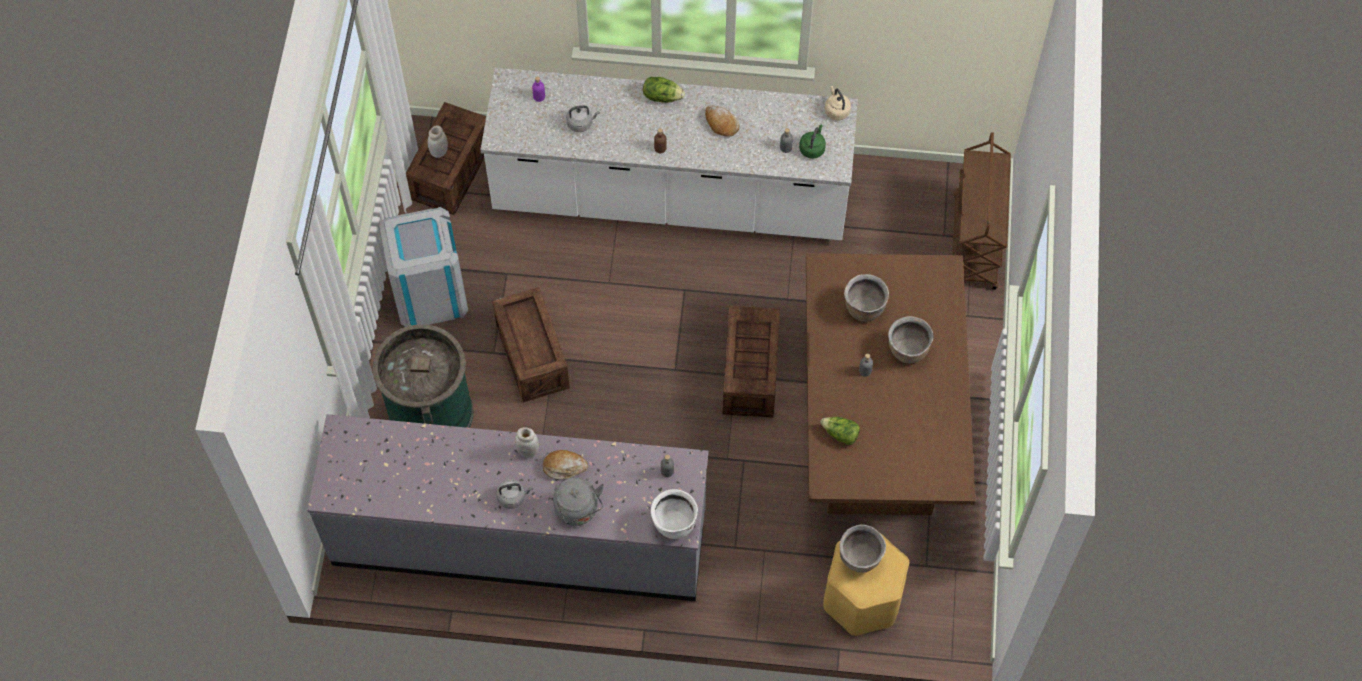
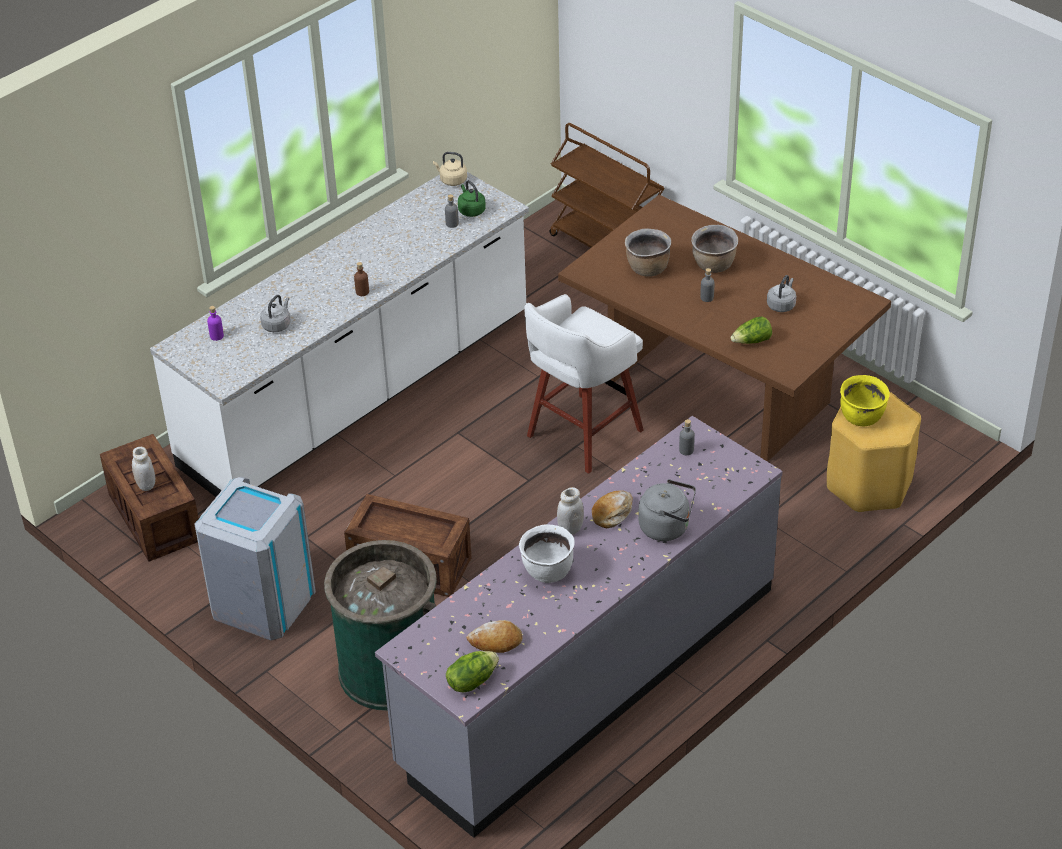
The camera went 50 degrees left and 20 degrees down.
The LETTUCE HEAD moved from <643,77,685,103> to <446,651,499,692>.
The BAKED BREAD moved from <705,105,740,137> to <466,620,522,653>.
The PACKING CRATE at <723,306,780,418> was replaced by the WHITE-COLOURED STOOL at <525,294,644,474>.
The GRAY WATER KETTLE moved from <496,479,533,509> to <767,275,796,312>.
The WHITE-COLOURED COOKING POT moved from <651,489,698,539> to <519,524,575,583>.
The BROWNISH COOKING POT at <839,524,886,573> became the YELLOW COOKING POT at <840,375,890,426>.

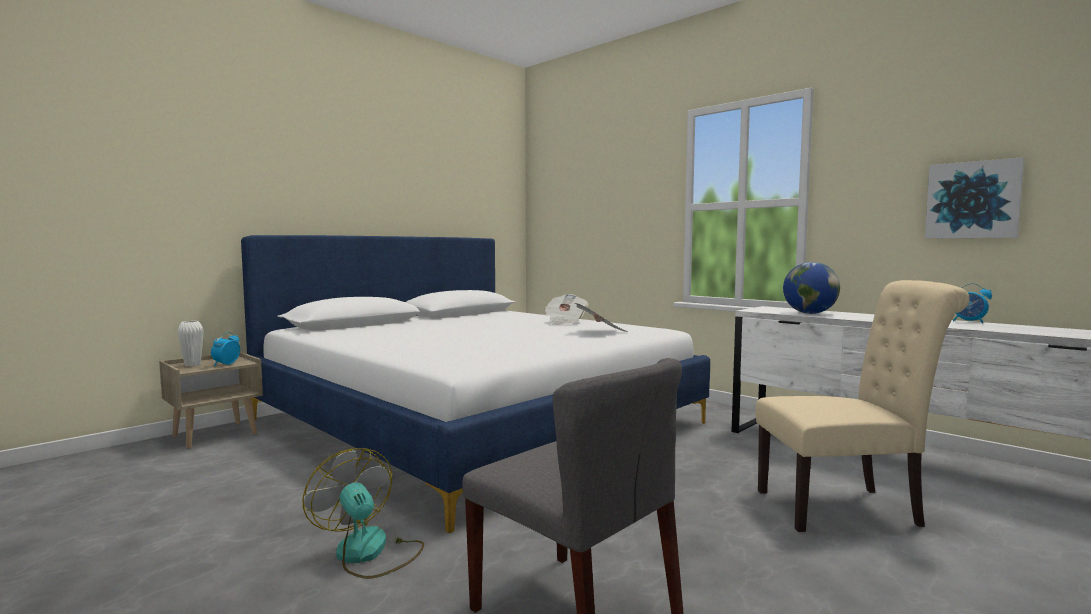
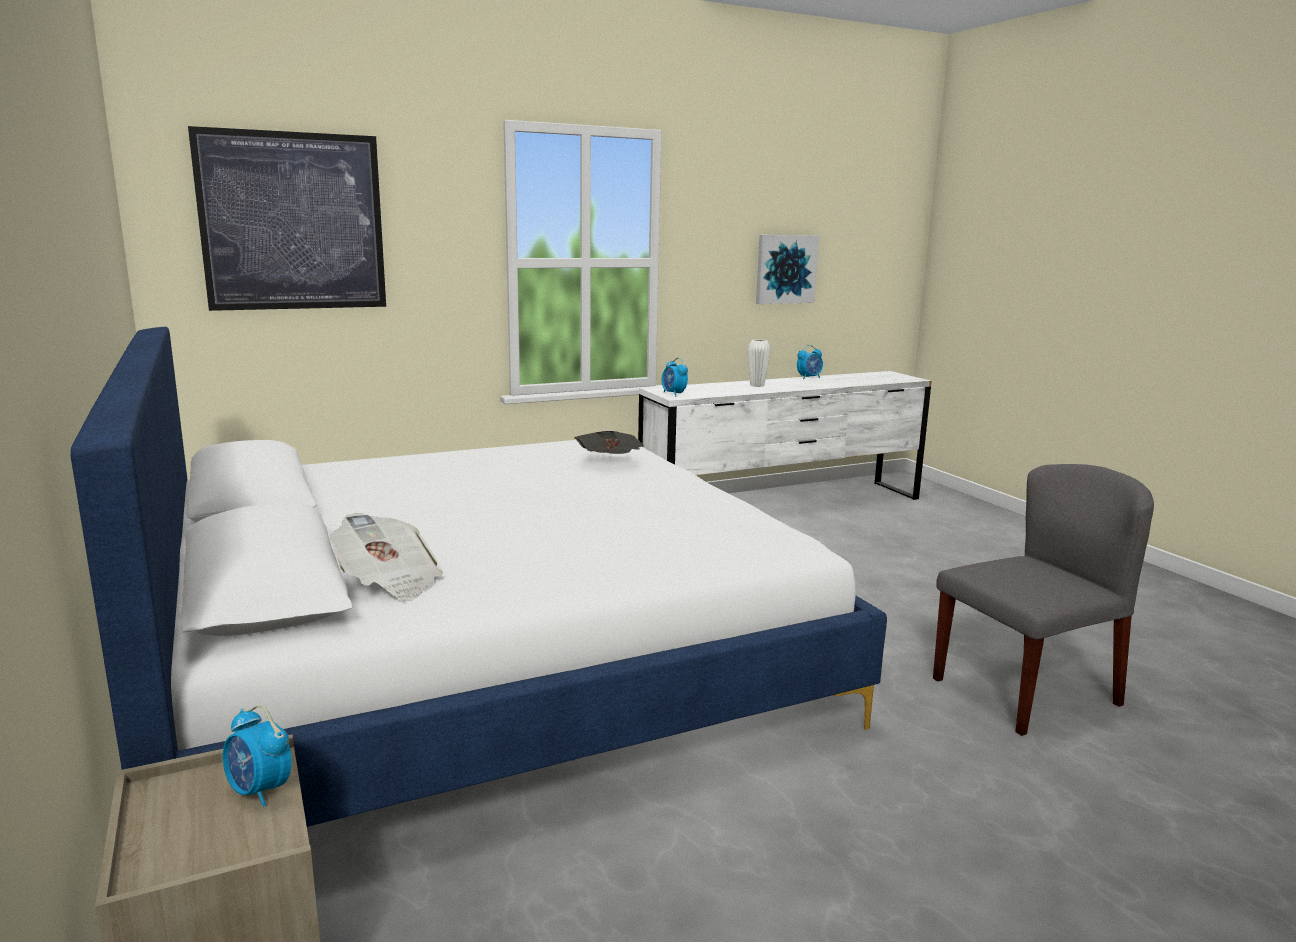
The camera went 70 degrees left and 10 degrees up.
The WORLD GLOBE at <783,262,840,314> disappeared.
The BEIGE-COLOURED CHAIR at <755,280,970,532> disappeared.
The NEWSPAPER moved from <544,294,589,325> to <329,513,443,601>.
The WHITE-COLOURED VASE moved from <177,321,204,367> to <747,339,771,387>.
The ELECTRIC FAN at <302,449,424,579> disappeared.
The PICTURE at <188,126,386,311> appeared.
The TABLE CLOCK at <662,357,688,396> appeared.

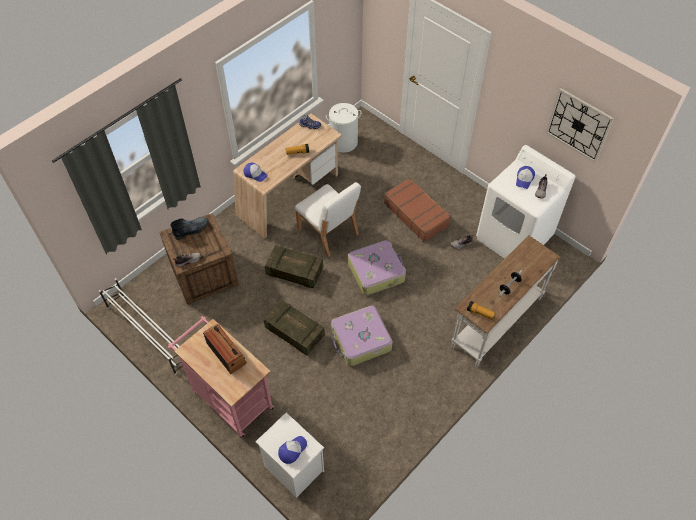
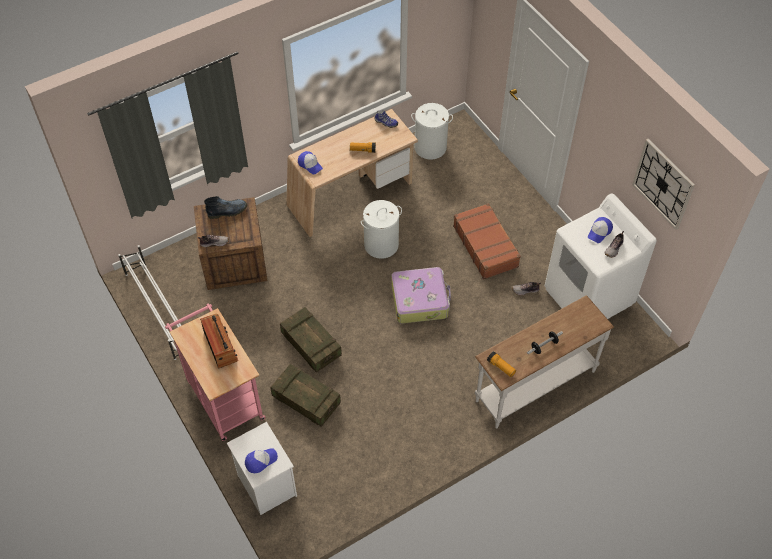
The camera went 15 degrees right and 0 degrees up.
The WHITE-COLOURED CHAIR at <295,182,361,257> was replaced by the WHITE-COLOURED LAUNDRY BASKET at <361,200,402,259>.
The PACKING CRATE moved from <265,245,323,288> to <270,364,341,427>.
The SUITCASE at <331,305,393,366> disappeared.

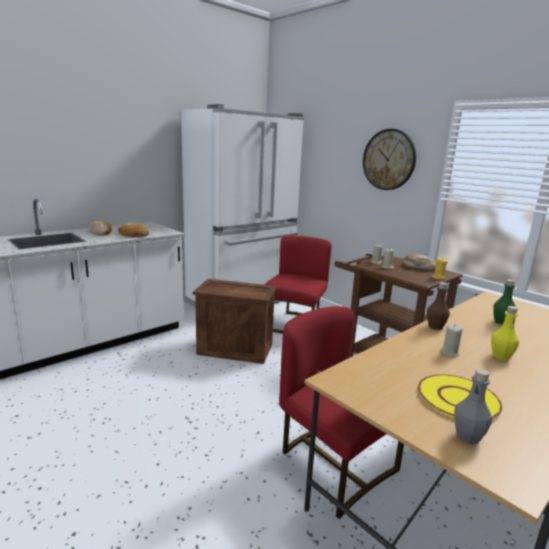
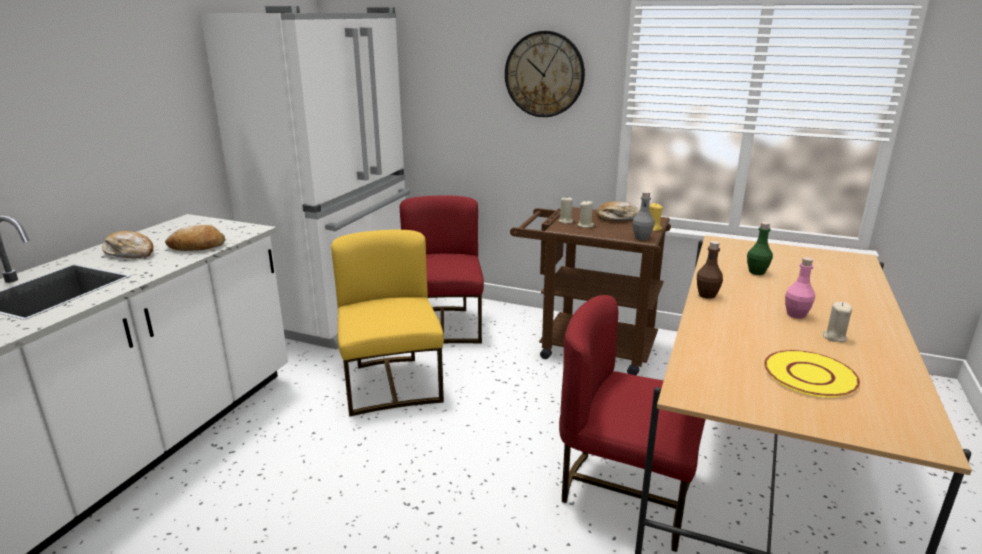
The camera went 25 degrees left and 5 degrees up.
The PACKING CRATE at <193,279,277,364> was replaced by the YELLOW CHAIR at <331,230,444,417>.
The YELLOW BOTTLE at <491,306,519,361> became the PINK BOTTLE at <785,257,815,319>.
The BEIGE-COLOURED WAX LIGHT moved from <440,324,463,357> to <823,302,852,342>.
The GRAY BOTTLE moved from <455,369,492,444> to <632,191,655,240>.

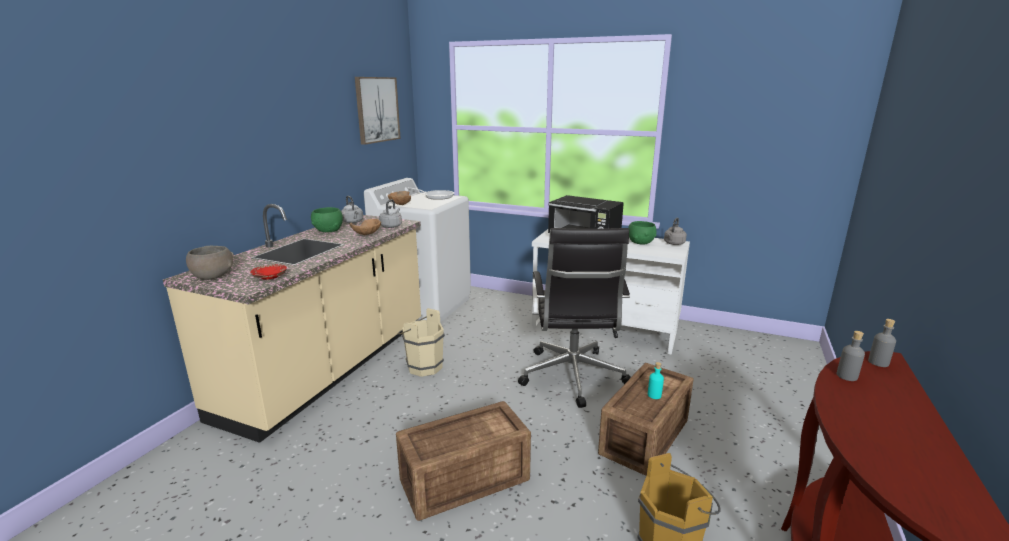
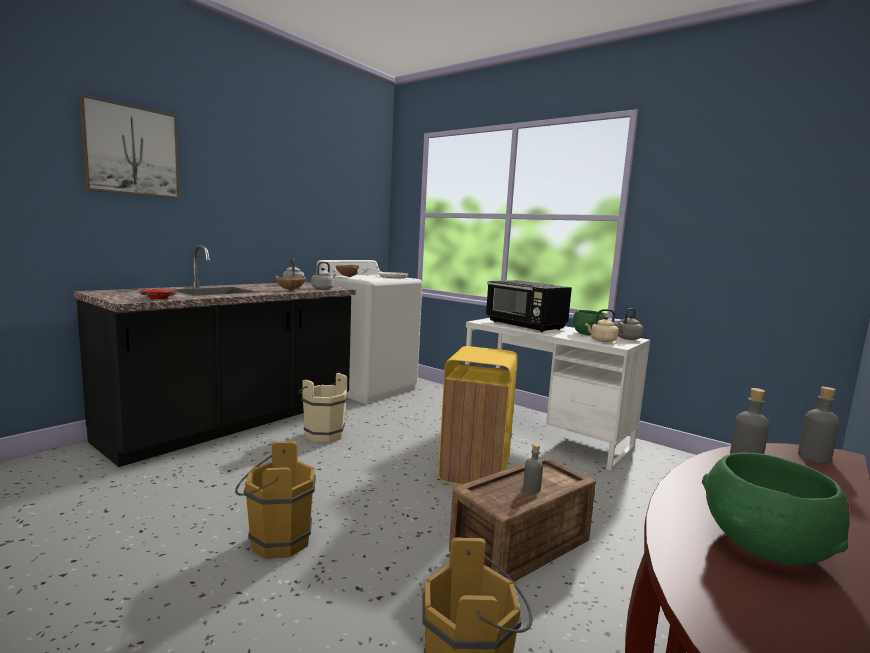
The camera went 15 degrees right and 10 degrees down.
The PICTURE moved from <355,77,401,145> to <79,94,180,199>.
The BEIGE-COLOURED KITCHEN BASE UNIT at <163,204,421,443> became the BLACKISH KITCHEN BASE UNIT at <74,245,356,467>.
The GREEN-COLOURED DEEP DISH moved from <311,207,343,232> to <702,452,850,565>.
The BLACKISH OFFICE CHAIR at <518,228,631,408> was replaced by the YELLOW RUBBISH BIN at <439,346,518,485>.
The GRAY DEEP DISH at <186,246,234,280> disappeared.
The TURQUOISE BOTTLE at <648,362,664,399> became the GRAY BOTTLE at <523,444,543,493>.
The PACKING CRATE at <396,401,531,521> was replaced by the BROWNISH BUCKET at <235,441,316,559>.
The BEIGE-COLOURED WATER KETTLE at <585,309,619,342> appeared.

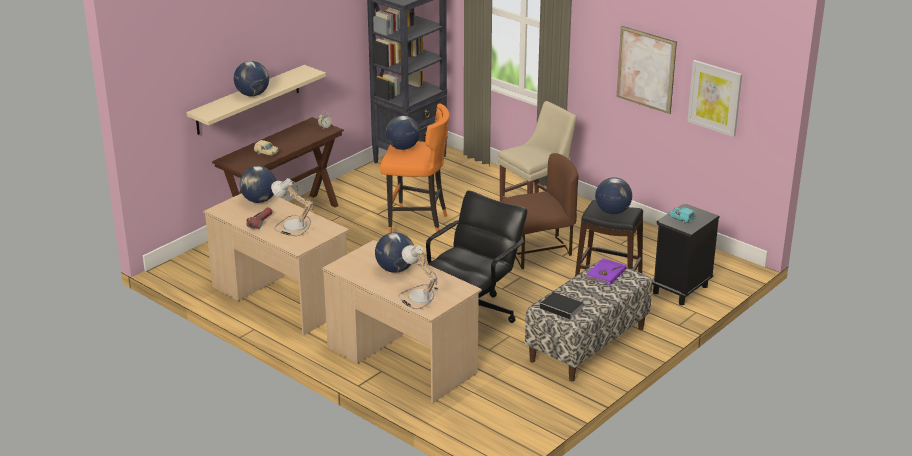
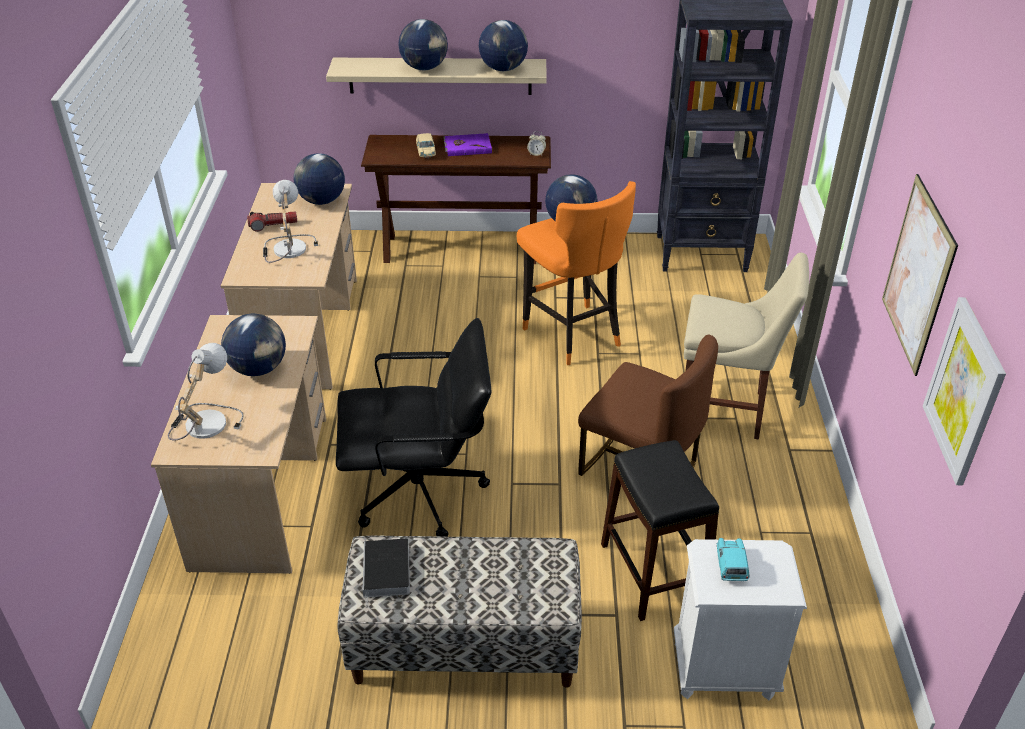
The camera went 50 degrees right and 10 degrees up.
The WORLD GLOBE moved from <595,177,632,214> to <479,20,528,71>.
The BLACKISH NIGHT TABLE at <652,204,720,305> became the WHITE-COLOURED NIGHT TABLE at <674,539,807,700>.
The PURPLE BOOK moved from <585,258,627,285> to <443,133,492,156>.

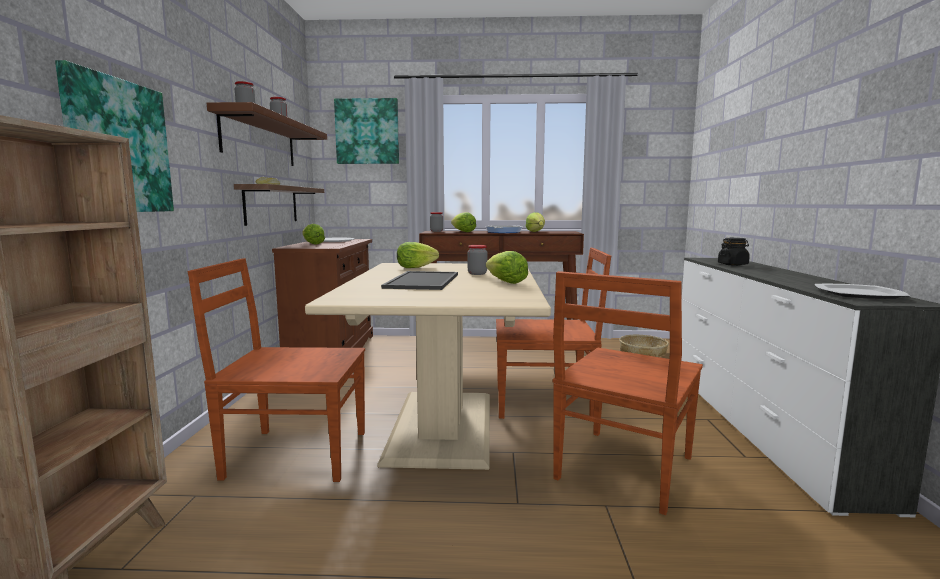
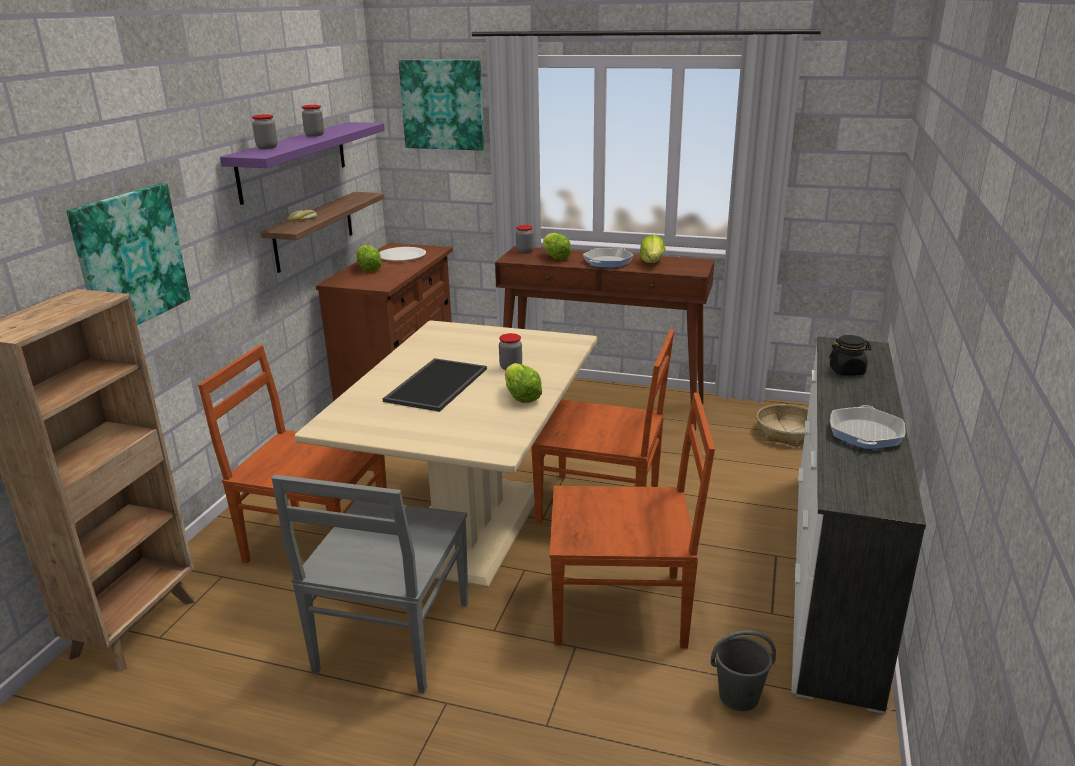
The camera went 15 degrees right and 15 degrees up.
The BROWNISH BRACKET SHELF at <207,102,327,166> became the PURPLE BRACKET SHELF at <220,122,385,205>.
The LETTUCE HEAD at <397,242,439,268> disappeared.
The BROWNISH CHAIR at <553,271,703,515> turned 135 degrees counterclockwise.
The FLAT DISH at <815,284,910,299> disappeared.
The FRYING PAN at <830,405,905,449> appeared.
The GRAY CHAIR at <271,475,468,693> appeared.
The GRAY BUCKET at <711,630,776,711> appeared.

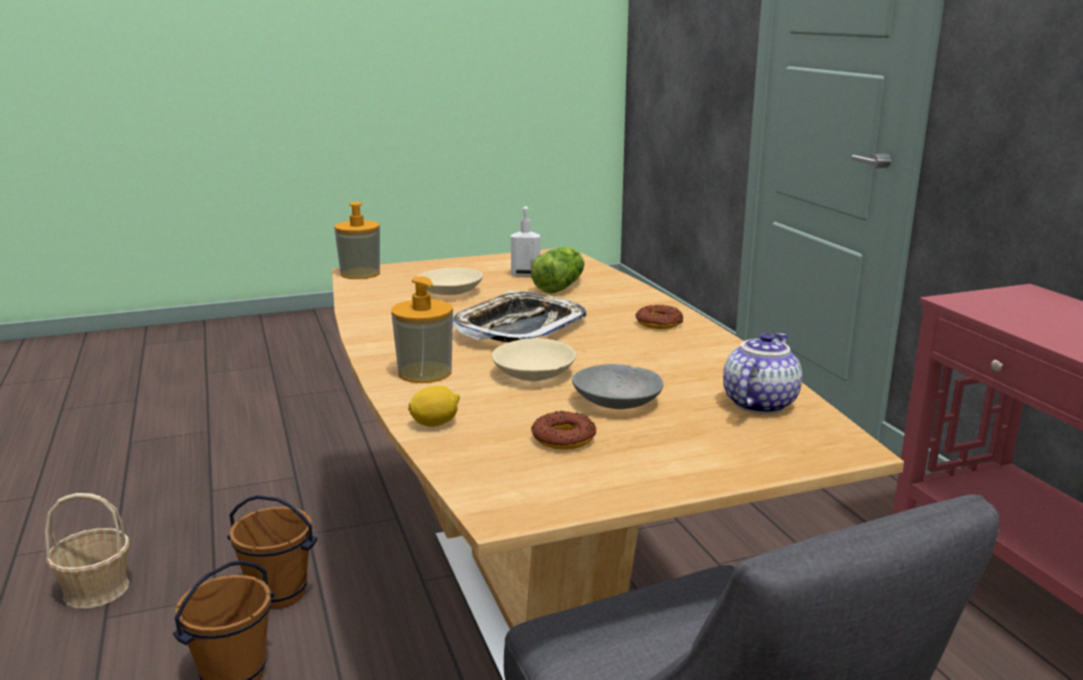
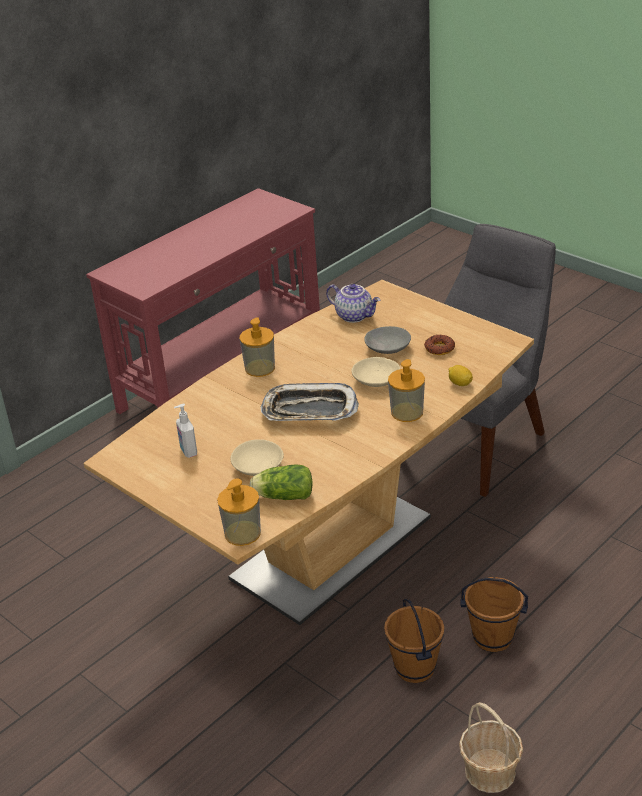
The camera went 115 degrees left and 15 degrees up.
The LETTUCE HEAD moved from <531,247,585,293> to <250,464,313,500>.
The DOUGHNUT at <636,305,683,329> was replaced by the LIQUID SOAP BOTTLE at <240,318,275,377>.
The TEA POT at <723,332,802,414> turned 150 degrees counterclockwise.

